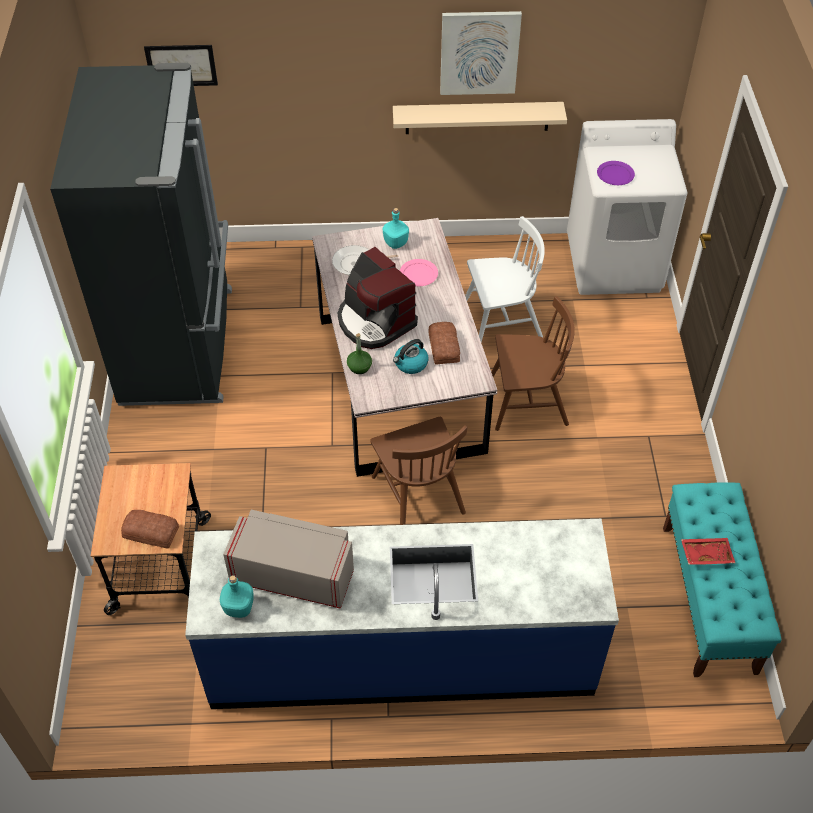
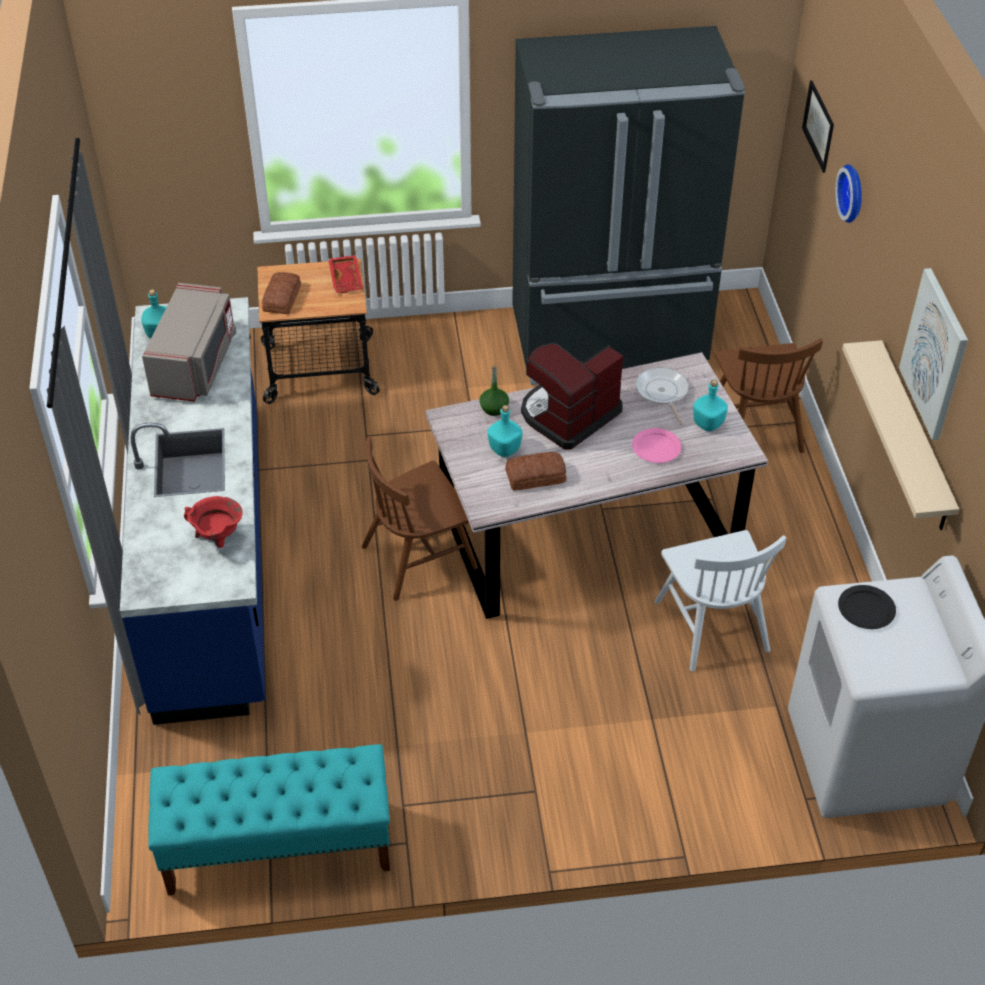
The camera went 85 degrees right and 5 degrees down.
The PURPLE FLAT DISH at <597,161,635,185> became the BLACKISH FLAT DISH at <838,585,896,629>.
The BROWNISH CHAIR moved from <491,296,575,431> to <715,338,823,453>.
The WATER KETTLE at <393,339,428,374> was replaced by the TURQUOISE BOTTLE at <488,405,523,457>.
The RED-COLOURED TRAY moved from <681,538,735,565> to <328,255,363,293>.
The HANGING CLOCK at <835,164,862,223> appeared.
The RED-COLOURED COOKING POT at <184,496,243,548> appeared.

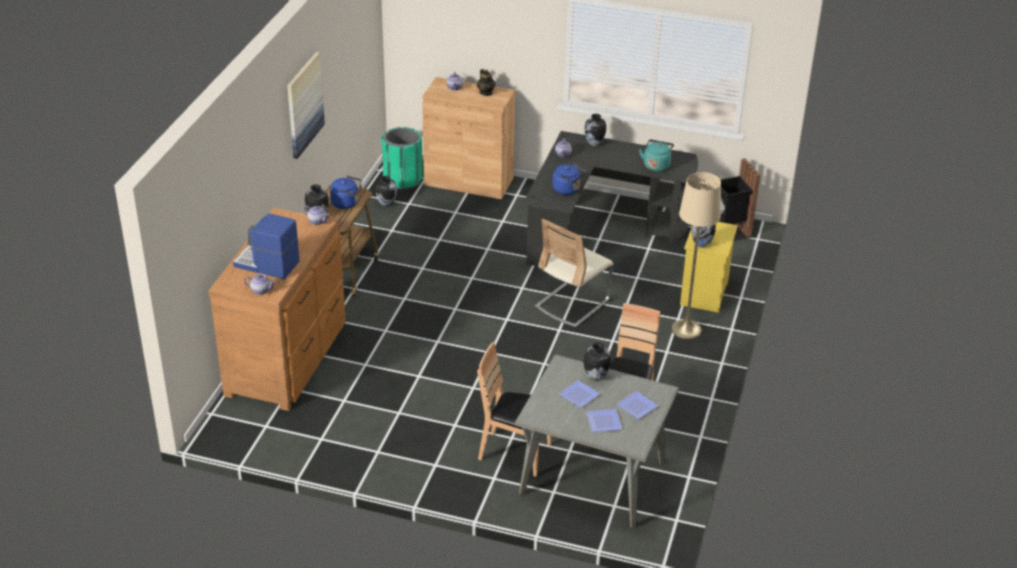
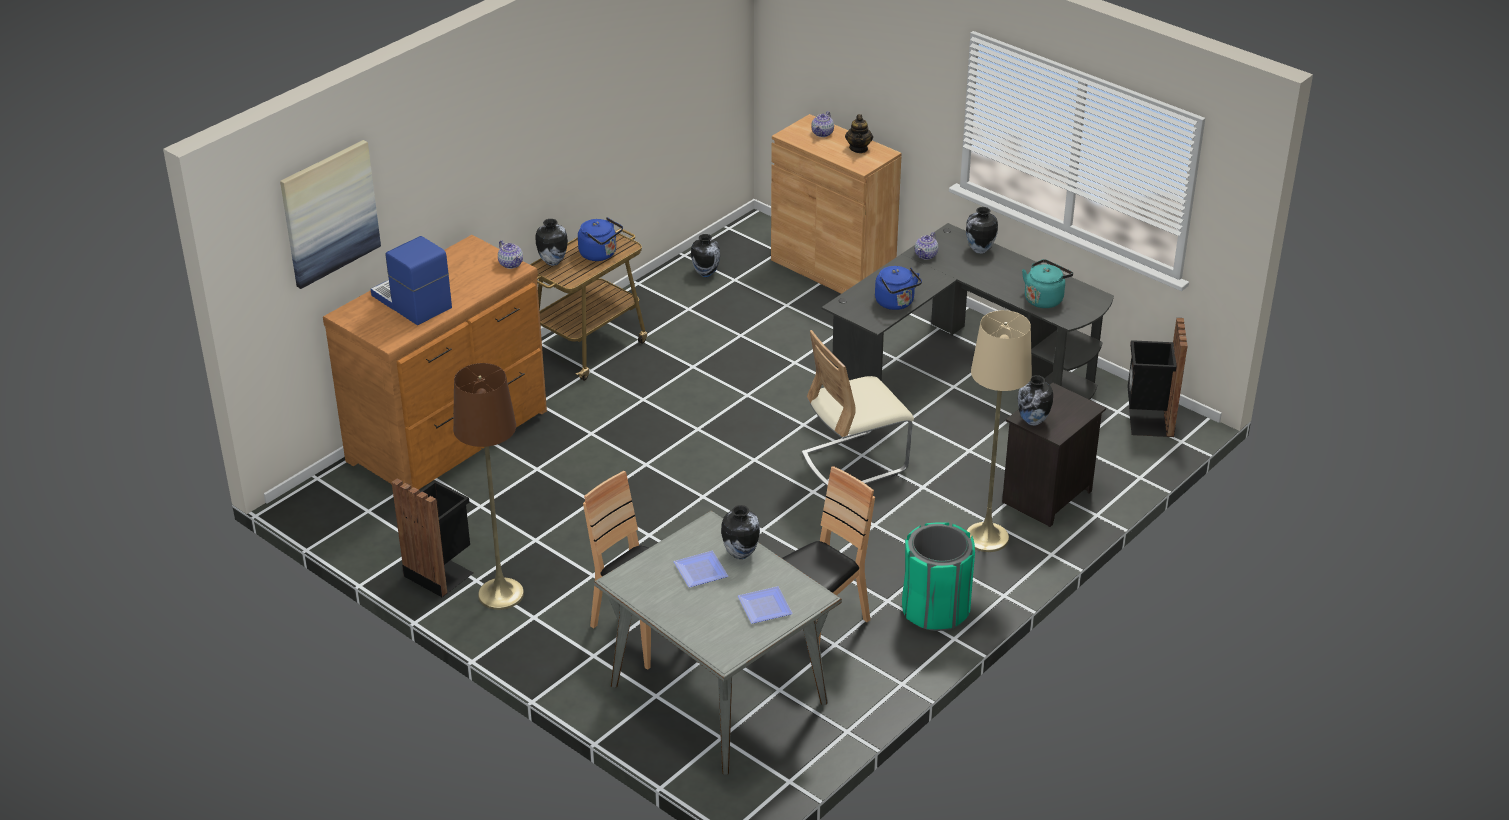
The camera went 25 degrees right and 0 degrees up.
The PICTURE moved from <287,52,325,159> to <280,140,381,289>.
The GREEN-COLOURED RUBBISH BIN moved from <381,127,423,189> to <902,522,975,631>.
The YELLOW NIGHT TABLE at <680,222,738,313> became the BLACKISH NIGHT TABLE at <1002,383,1106,527>.
The TEA POT at <244,274,276,295> disappeared.
The FLAT DISH at <586,409,622,432> disappeared.
The BROWNISH FLOOR LAMP at <453,363,524,610> appeared.
The BLACKISH RUBBISH BIN at <392,478,473,597> appeared.

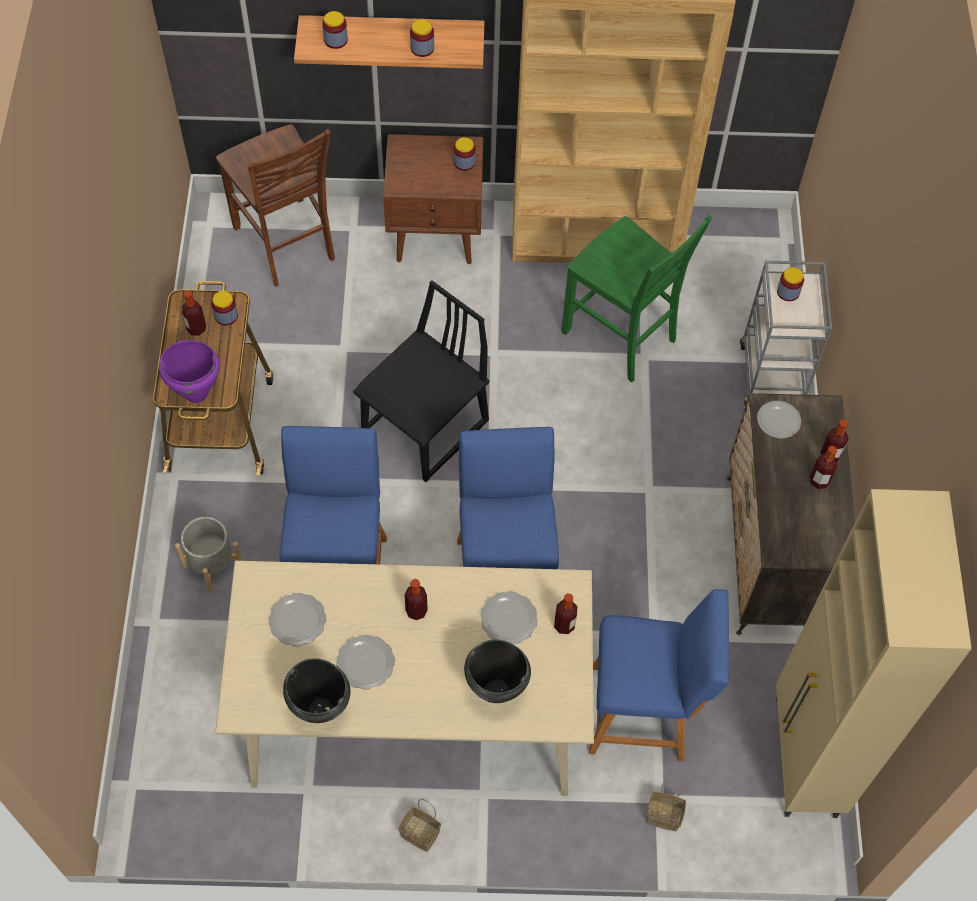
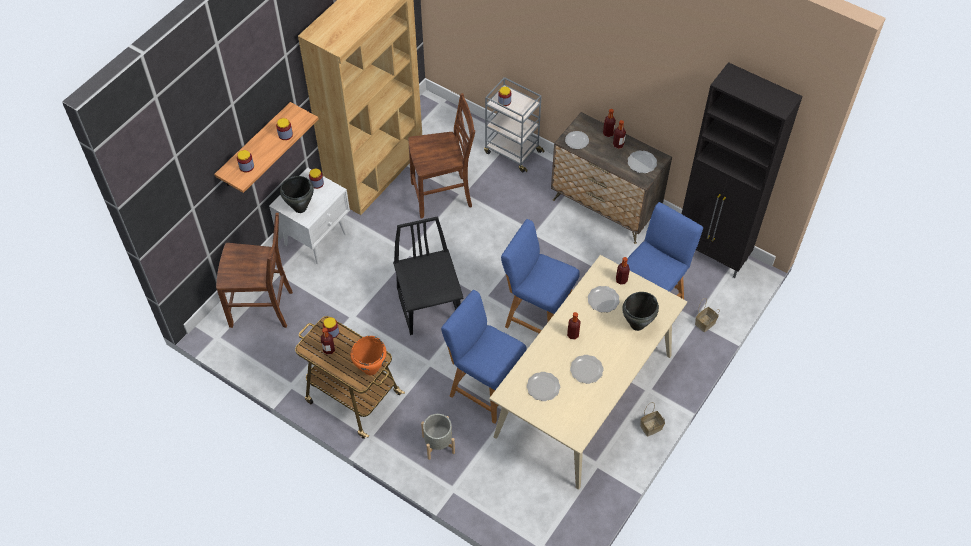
The camera went 55 degrees left and 5 degrees down.
The BROWNISH NIGHT TABLE at <383,134,483,264> became the WHITE-COLOURED NIGHT TABLE at <269,168,350,265>.
The GREEN-COLOURED CHAIR at <561,214,712,382> became the BROWNISH CHAIR at <408,93,475,219>.
The PURPLE COOKING POT at <159,340,220,403> became the ORANGE COOKING POT at <351,336,386,375>.
The BEIGE-COLOURED CABINET at <776,489,972,818> became the BLACKISH CABINET at <682,62,803,278>.
The BLACKISH COOKING POT moved from <283,658,350,723> to <280,176,314,213>.
The FLAT DISH at <628,151,657,173> appeared.

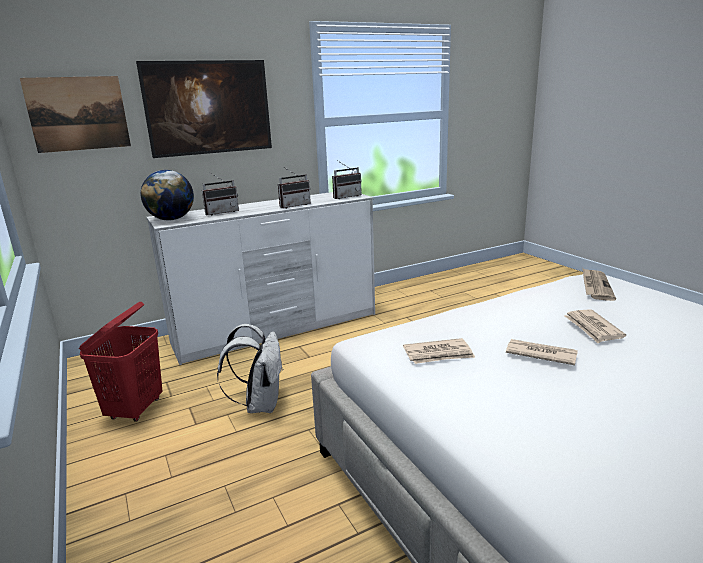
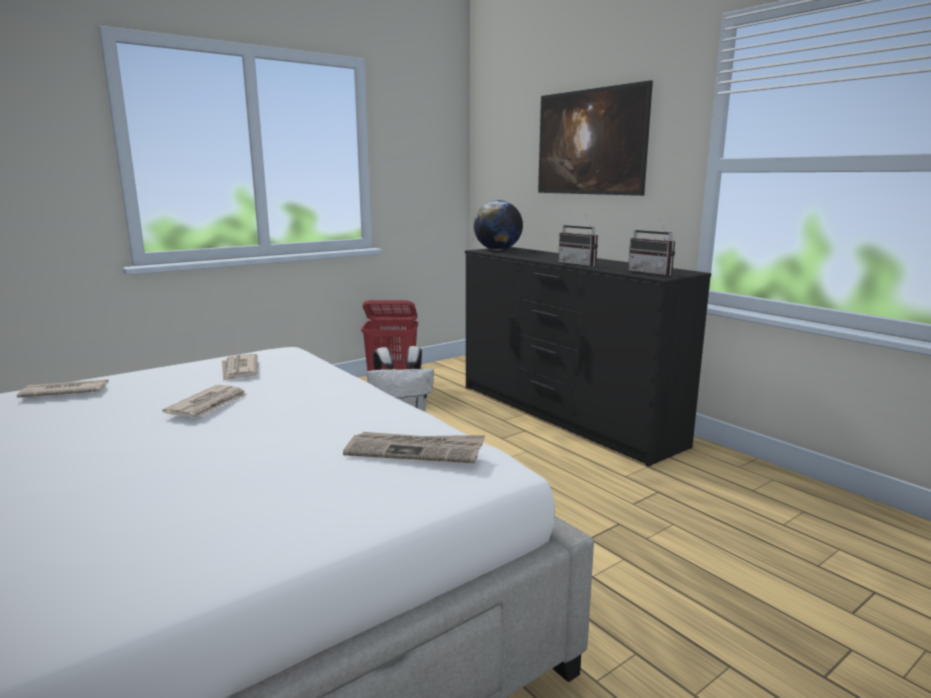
The camera went 80 degrees right and 5 degrees down.
The PICTURE at <20,76,131,153> disappeared.
The RADIO RECEIVER at <202,174,239,216> disappeared.
The WHITE-COLOURED CHEST OF DRAWERS at <146,192,375,365> became the BLACKISH CHEST OF DRAWERS at <465,247,711,467>.
The NEWSPAPER moved from <564,309,626,343> to <17,379,109,398>.

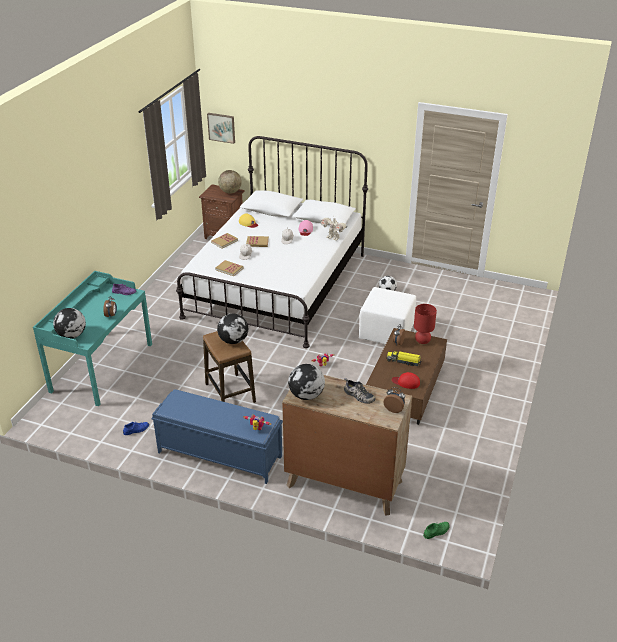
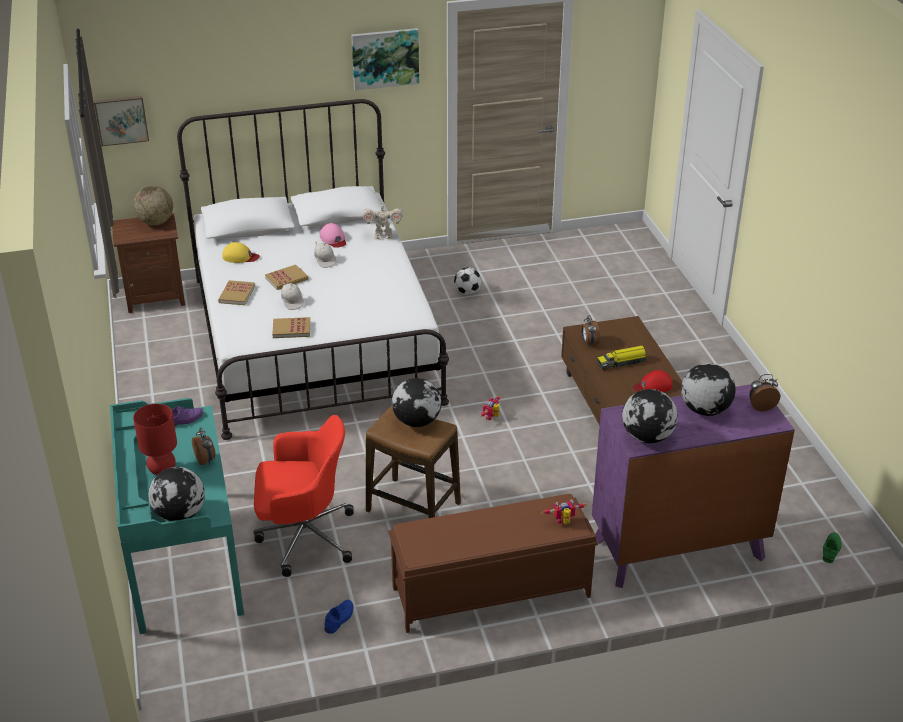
The camera went 35 degrees left and 0 degrees up.
The WHITE-COLOURED OTTOMAN at <359,287,416,344> disappeared.
The RED-COLOURED LAMP FOR A TABLE moved from <414,304,437,344> to <133,404,177,475>.
The BROWNISH CHEST OF DRAWERS at <282,375,412,516> became the PURPLE CHEST OF DRAWERS at <592,384,795,588>.
The SHOE at <344,378,375,404> was replaced by the WORLD GLOBE at <681,363,736,416>.
The BLUE INDOOR BENCH at <151,389,283,484> became the BROWNISH INDOOR BENCH at <388,494,598,633>.
The PICTURE at <351,28,419,91> appeared.
The RED-COLOURED OFFICE CHAIR at <253,415,354,577> appeared.

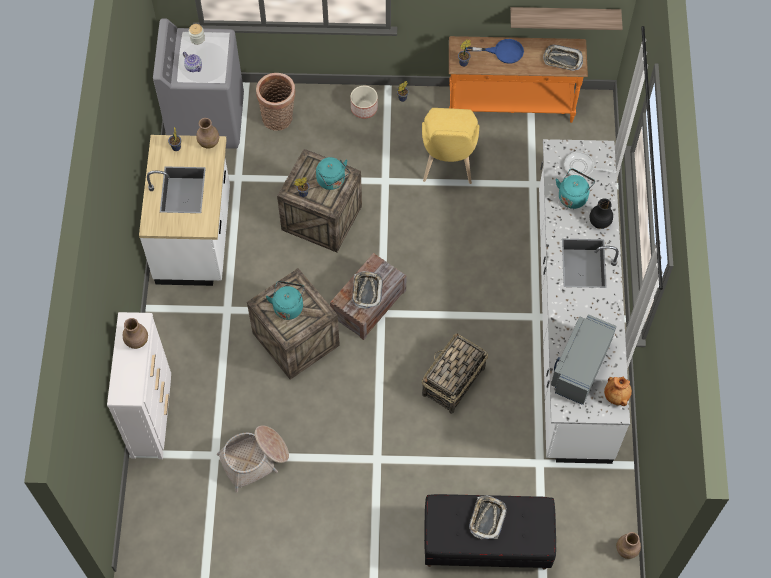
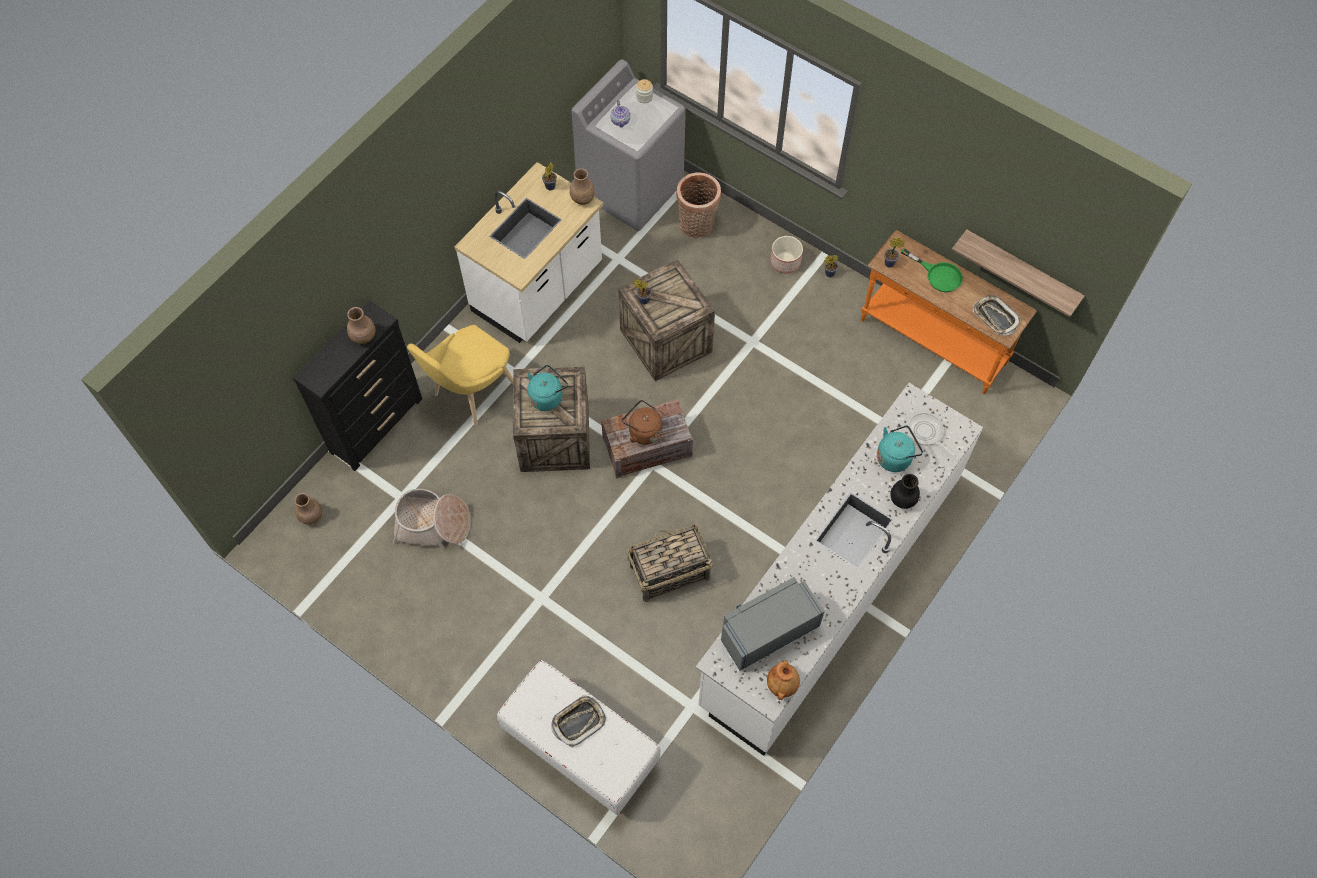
The camera went 35 degrees right and 0 degrees up.
The BLUE FRYING PAN at <466,39,524,64> became the GREEN-COLOURED FRYING PAN at <901,248,963,292>.
The YELLOW CHAIR moved from <422,108,479,184> to <407,325,513,426>.
The TURQUOISE WATER KETTLE at <316,157,350,190> disappeared.
The TRAY at <352,271,383,309> was replaced by the BROWNISH WATER KETTLE at <622,400,662,445>.
The WHITE-COLOURED CHEST OF DRAWERS at <107,312,171,459> became the BLACKISH CHEST OF DRAWERS at <293,301,422,471>.
The BLACKISH INDOOR BENCH at <424,494,556,570> became the WHITE-COLOURED INDOOR BENCH at <497,660,661,815>.
The BROWNISH VASE moved from <616,532,641,559> to <294,493,322,524>.

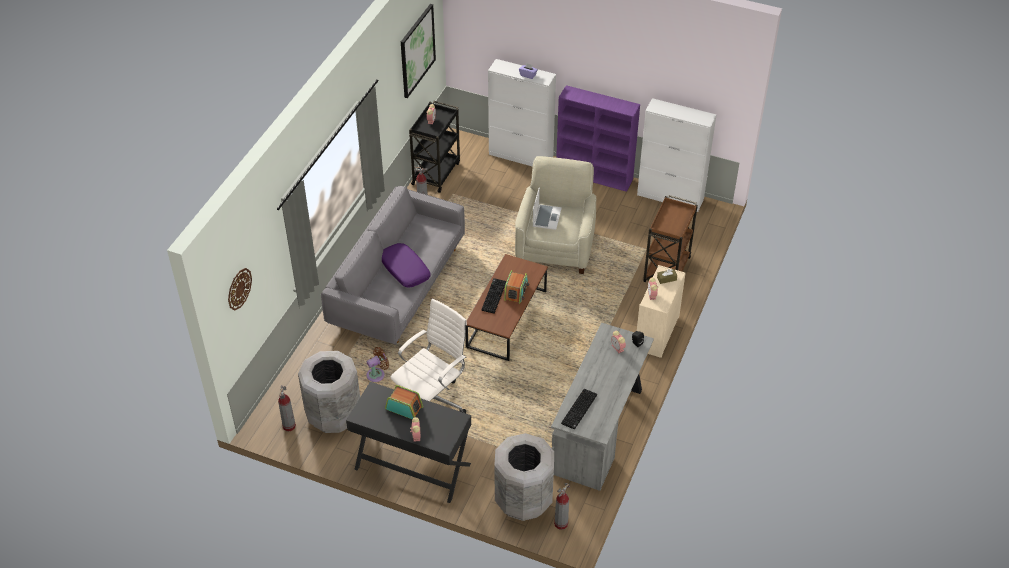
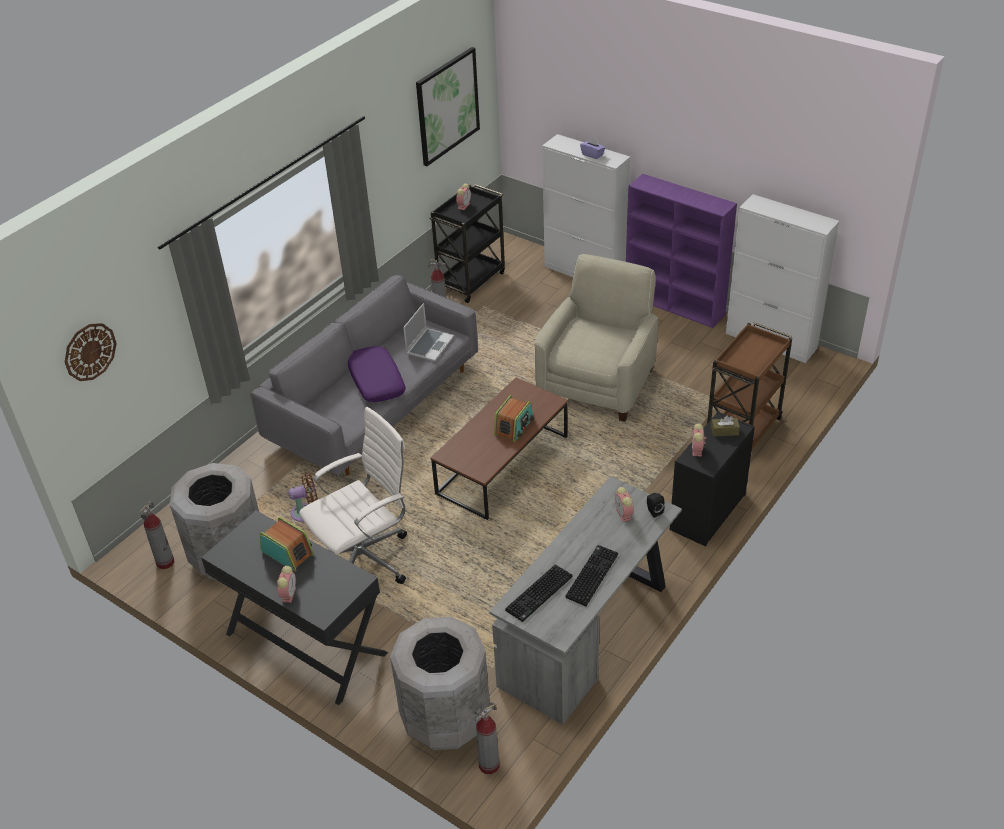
The camera went 15 degrees right and 5 degrees down.
The NOTEBOOK COMPUTER moved from <533,187,562,230> to <403,303,454,361>.
The BEIGE-COLOURED CHEST OF DRAWERS at <637,265,685,358> became the BLACKISH CHEST OF DRAWERS at <670,411,755,547>.
The PC KEYBOARD moved from <481,278,506,314> to <565,545,618,606>.

